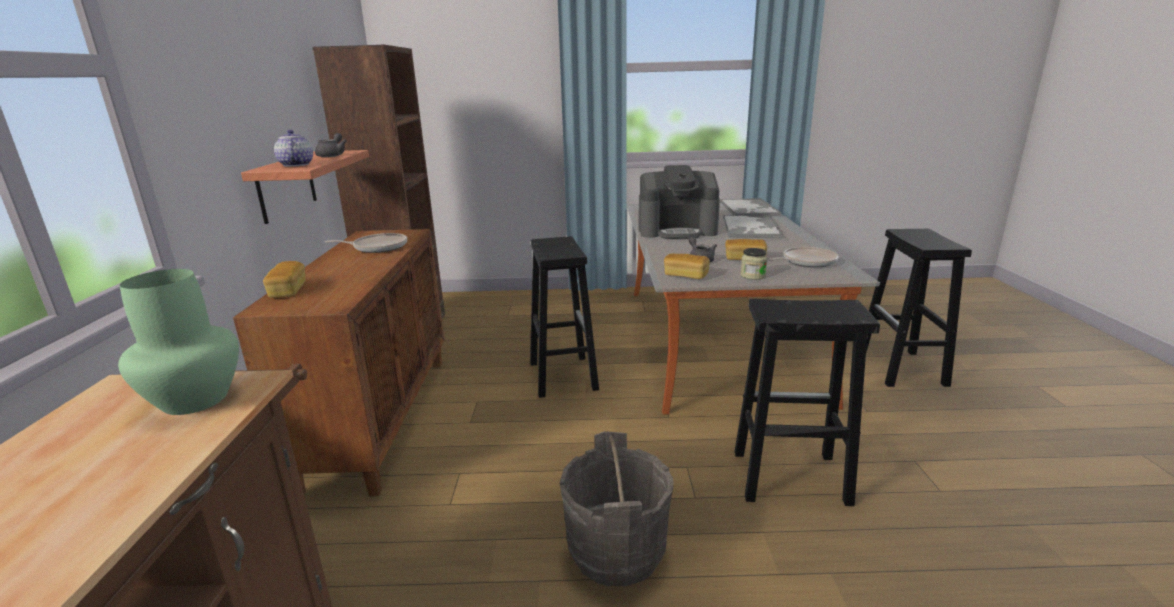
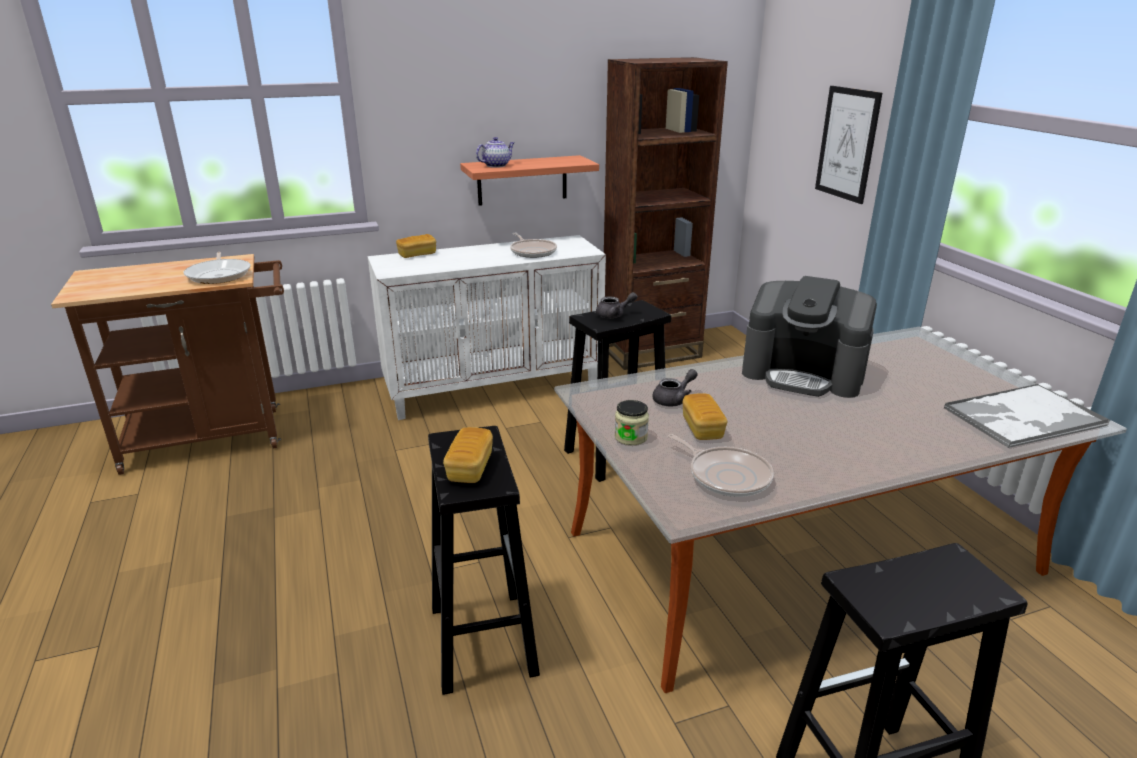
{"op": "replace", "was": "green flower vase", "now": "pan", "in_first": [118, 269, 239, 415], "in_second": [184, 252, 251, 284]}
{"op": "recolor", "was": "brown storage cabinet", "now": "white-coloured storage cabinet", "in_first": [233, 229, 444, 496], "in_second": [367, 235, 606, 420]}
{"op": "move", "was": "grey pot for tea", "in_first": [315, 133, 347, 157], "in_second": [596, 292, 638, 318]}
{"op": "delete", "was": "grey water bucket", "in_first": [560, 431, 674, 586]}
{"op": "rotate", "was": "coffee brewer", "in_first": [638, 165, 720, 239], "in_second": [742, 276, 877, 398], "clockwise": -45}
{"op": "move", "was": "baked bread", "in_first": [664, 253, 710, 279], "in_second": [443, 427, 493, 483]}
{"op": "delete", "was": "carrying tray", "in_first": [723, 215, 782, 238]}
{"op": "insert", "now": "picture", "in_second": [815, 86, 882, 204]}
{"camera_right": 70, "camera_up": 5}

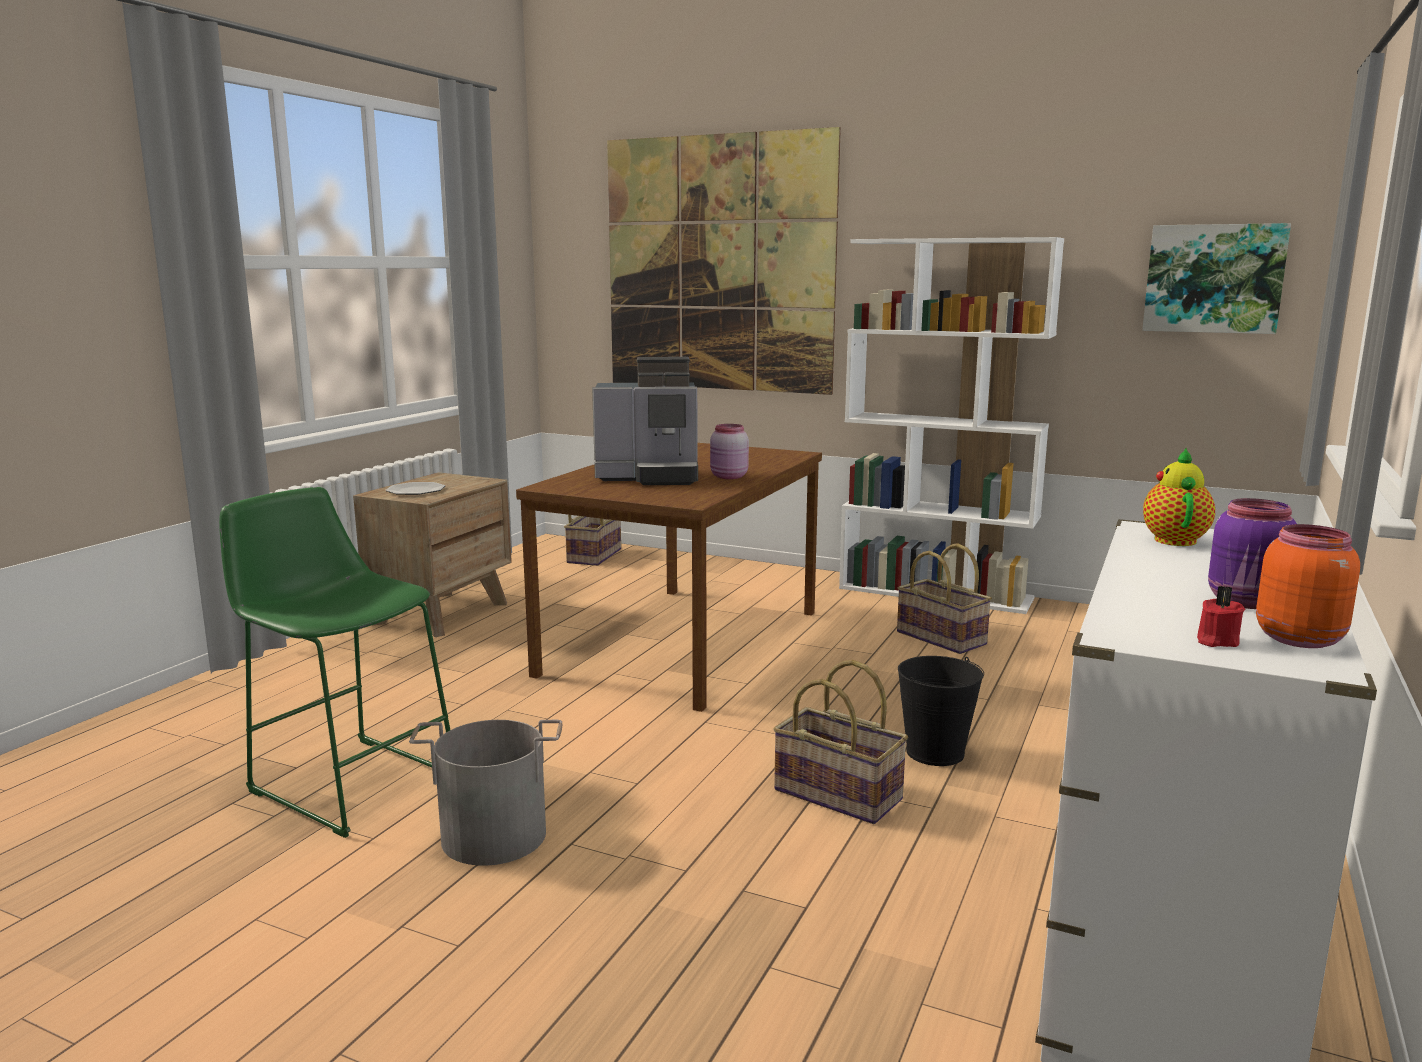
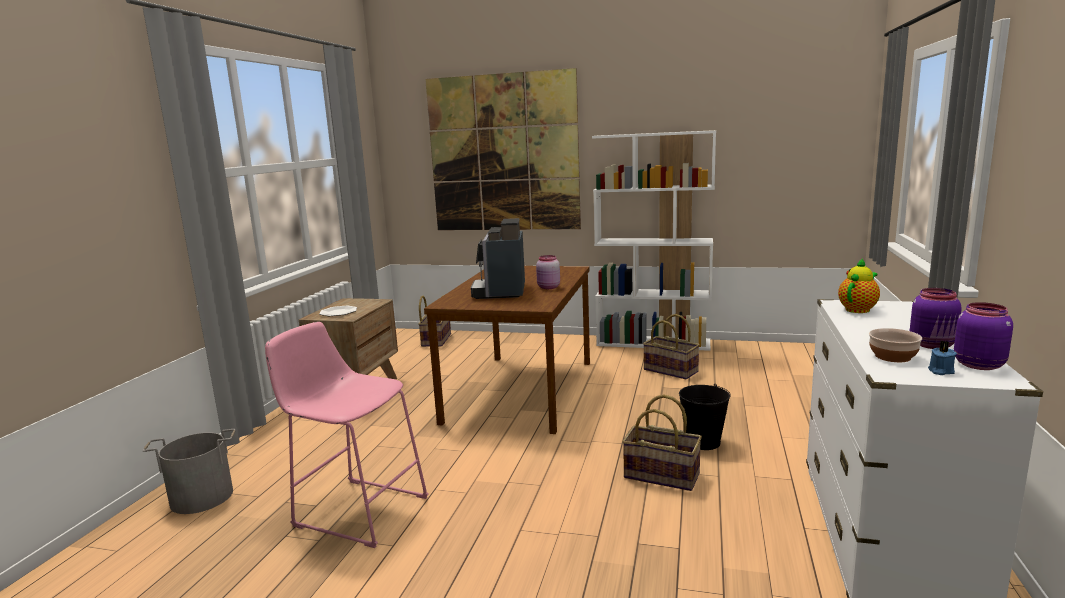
{"op": "recolor", "was": "green sitting stool", "now": "pink-coloured sitting stool", "in_first": [219, 487, 450, 838], "in_second": [265, 322, 429, 548]}
{"op": "move", "was": "grey water bucket", "in_first": [409, 720, 563, 866], "in_second": [142, 429, 236, 514]}
{"op": "rotate", "was": "coffee brewer", "in_first": [592, 357, 698, 485], "in_second": [471, 218, 525, 299], "clockwise": 105}
{"op": "delete", "was": "picture", "in_first": [1142, 223, 1291, 334]}
{"op": "rotate", "was": "pot for tea", "in_first": [1143, 448, 1215, 546], "in_second": [838, 258, 880, 313], "clockwise": 45}
{"op": "recolor", "was": "red candle", "now": "blue-coloured candle", "in_first": [1197, 586, 1245, 647], "in_second": [928, 341, 957, 375]}
{"op": "recolor", "was": "orange preserve jar", "now": "purple-coloured preserve jar", "in_first": [1256, 524, 1360, 648], "in_second": [954, 302, 1013, 370]}
{"op": "insert", "now": "bowl", "in_second": [869, 328, 922, 362]}
{"camera_right": -10, "camera_up": 0}

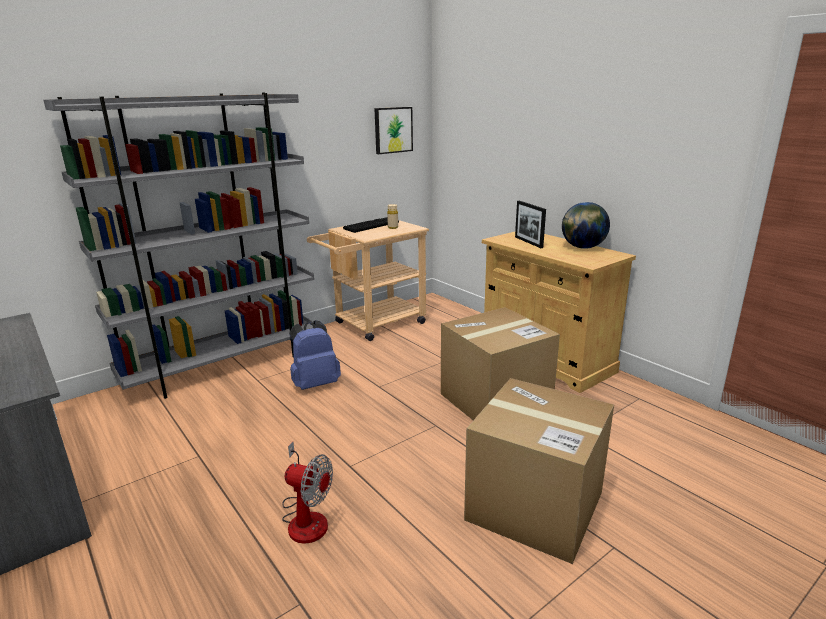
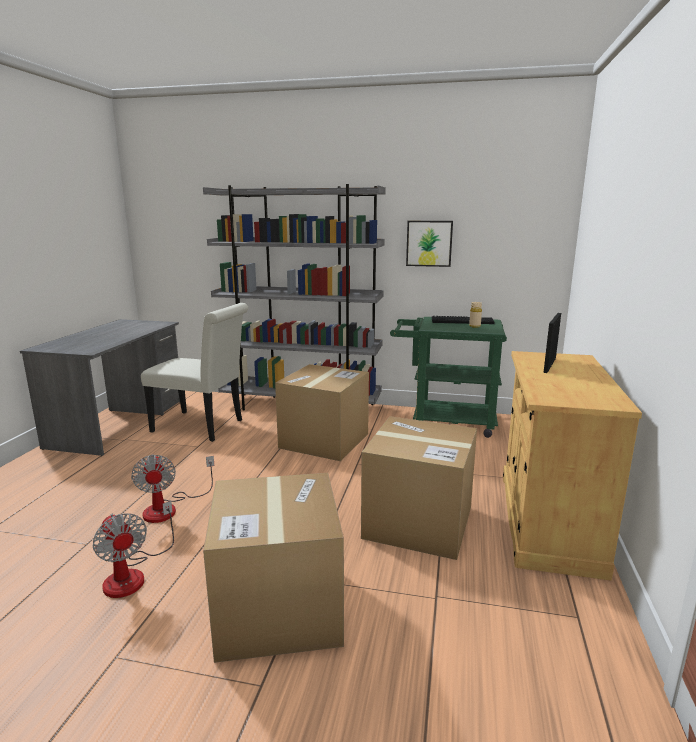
{"op": "replace", "was": "blue-coloured backpack", "now": "carton", "in_first": [289, 320, 341, 390], "in_second": [275, 364, 369, 461]}
{"op": "recolor", "was": "beige trolley", "now": "green trolley", "in_first": [307, 220, 429, 341], "in_second": [390, 317, 507, 438]}
{"op": "move", "was": "picture", "in_first": [374, 107, 413, 154], "in_second": [406, 221, 453, 267]}
{"op": "delete", "was": "desk globe", "in_first": [562, 202, 610, 249]}
{"op": "insert", "now": "cooling fan", "in_second": [92, 501, 174, 598]}
{"op": "insert", "now": "white-coloured chair", "in_second": [141, 303, 248, 442]}
{"camera_right": 50, "camera_up": -5}

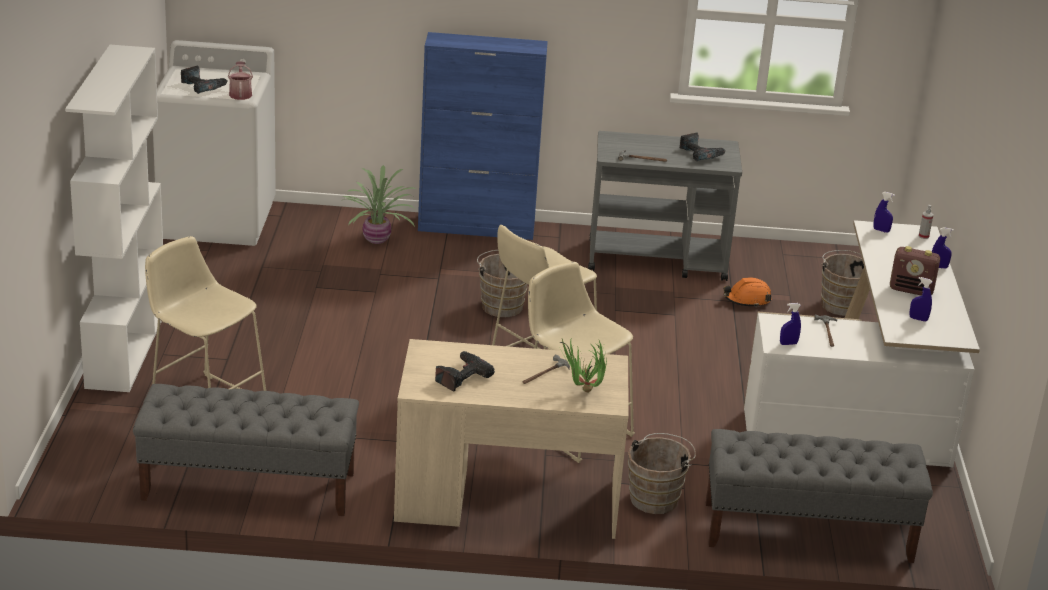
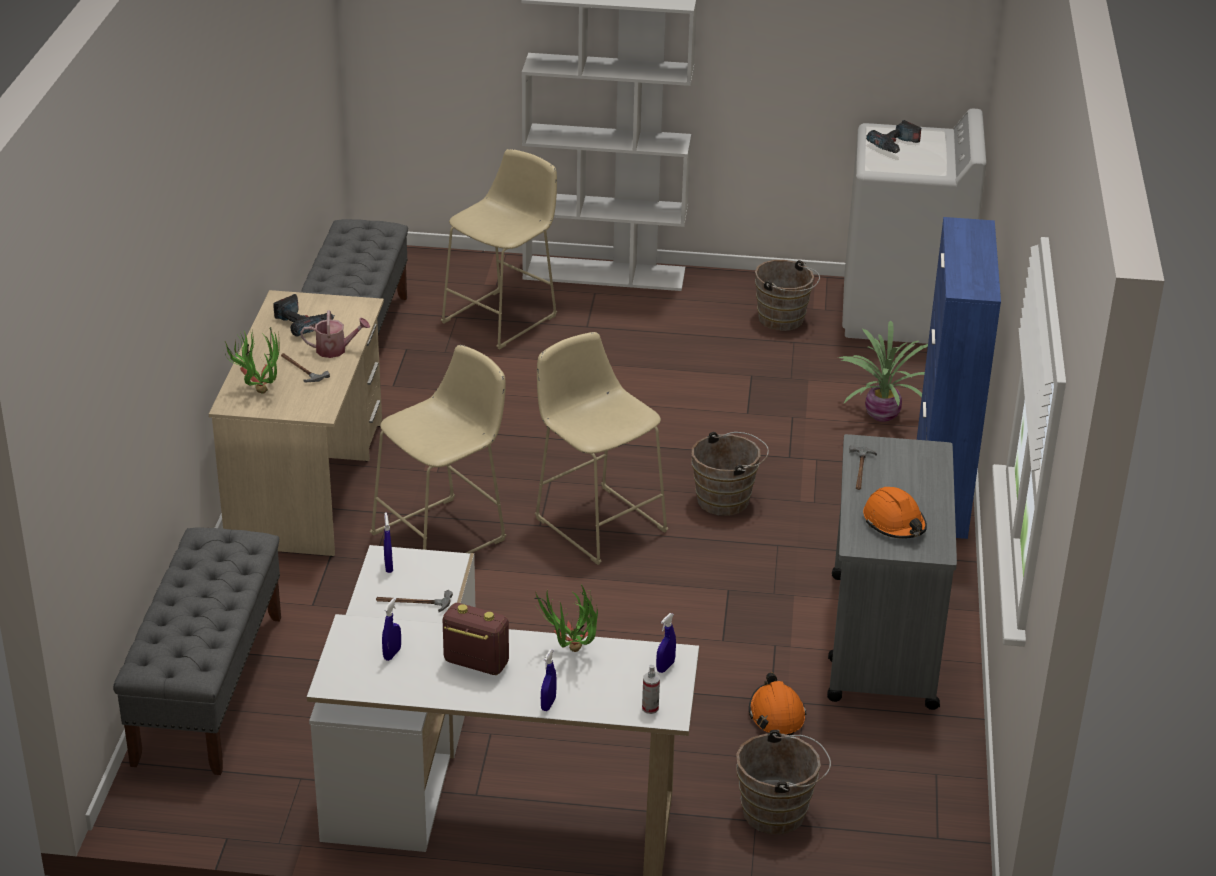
{"op": "move", "was": "sprinkling can", "in_first": [228, 61, 253, 100], "in_second": [300, 310, 370, 358]}
{"op": "move", "was": "brown water bucket", "in_first": [628, 433, 696, 514], "in_second": [755, 260, 820, 331]}
{"op": "replace", "was": "power drill", "now": "orange hard hat", "in_first": [680, 132, 726, 161], "in_second": [863, 487, 927, 539]}
{"op": "rotate", "was": "radio set", "in_first": [890, 246, 940, 295], "in_second": [443, 603, 509, 675], "clockwise": 90}
{"op": "insert", "now": "potted plant", "in_second": [534, 584, 598, 652]}
{"camera_right": 95, "camera_up": 5}

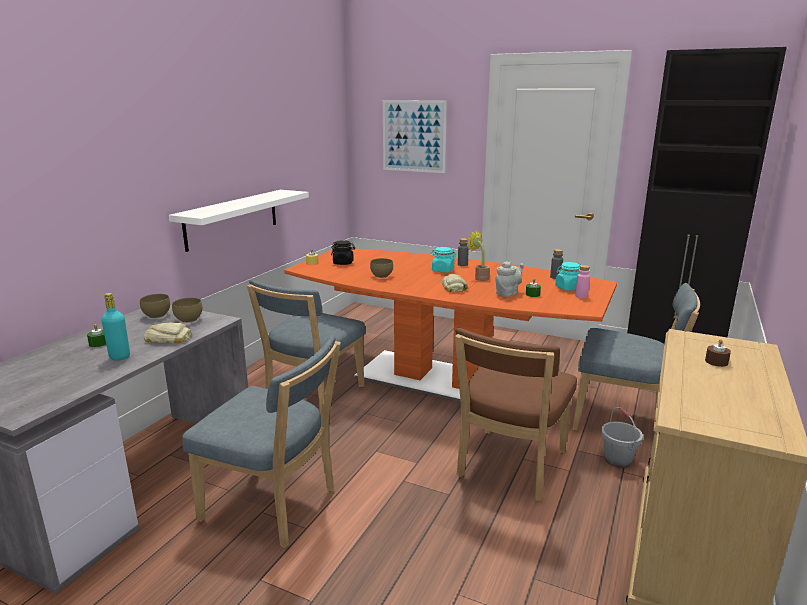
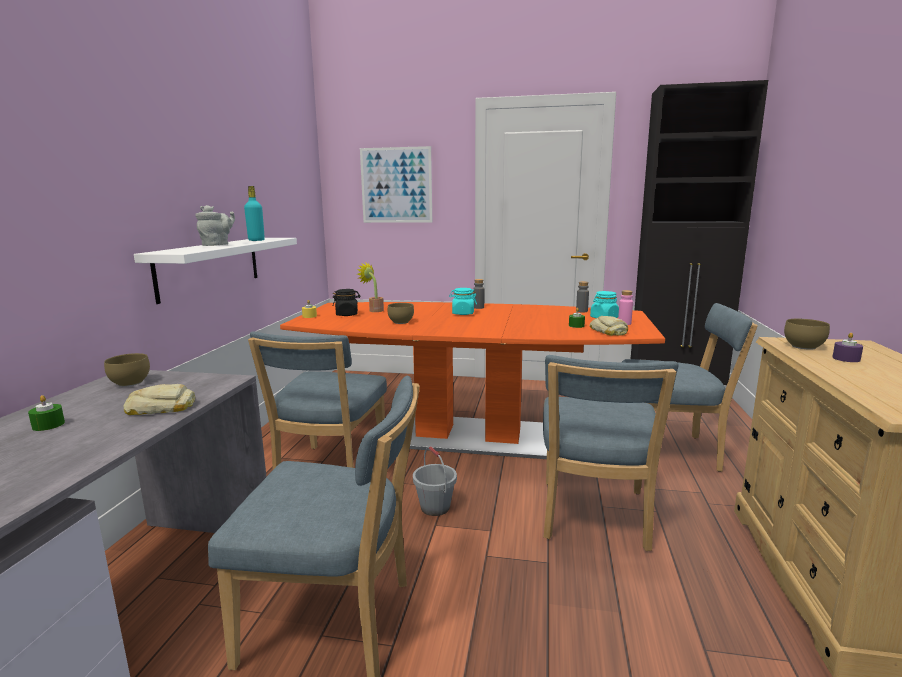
{"op": "move", "was": "turquoise-coloured drink bottle", "in_first": [101, 293, 130, 360], "in_second": [244, 186, 265, 241]}
{"op": "move", "was": "brown bowl", "in_first": [172, 298, 202, 323], "in_second": [784, 319, 830, 350]}
{"op": "move", "was": "baked bread", "in_first": [442, 274, 468, 293], "in_second": [590, 316, 628, 336]}
{"op": "recolor", "was": "brown chair", "now": "blue-coloured chair", "in_first": [455, 328, 577, 501], "in_second": [543, 355, 678, 551]}
{"op": "move", "was": "potted plant", "in_first": [466, 230, 490, 281], "in_second": [357, 262, 384, 312]}
{"op": "move", "was": "grey pot for tea", "in_first": [495, 261, 523, 297], "in_second": [195, 205, 235, 246]}
{"op": "move", "was": "grey water bucket", "in_first": [601, 407, 643, 468], "in_second": [413, 446, 457, 516]}
{"op": "recolor", "was": "brown candle", "now": "purple-coloured candle", "in_first": [705, 339, 731, 367], "in_second": [832, 332, 863, 362]}
{"camera_right": -15, "camera_up": -5}

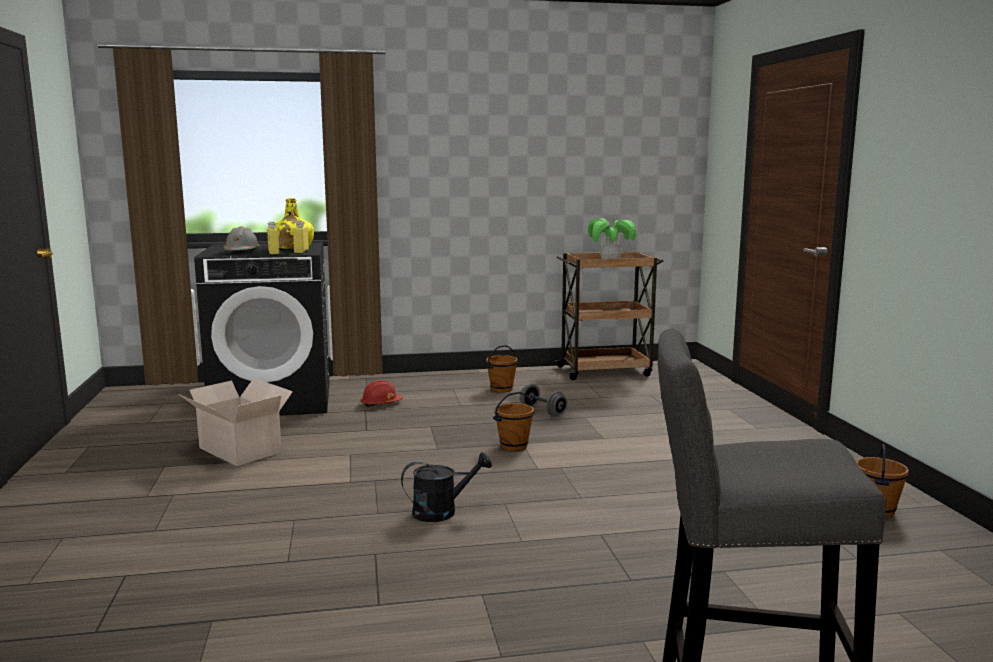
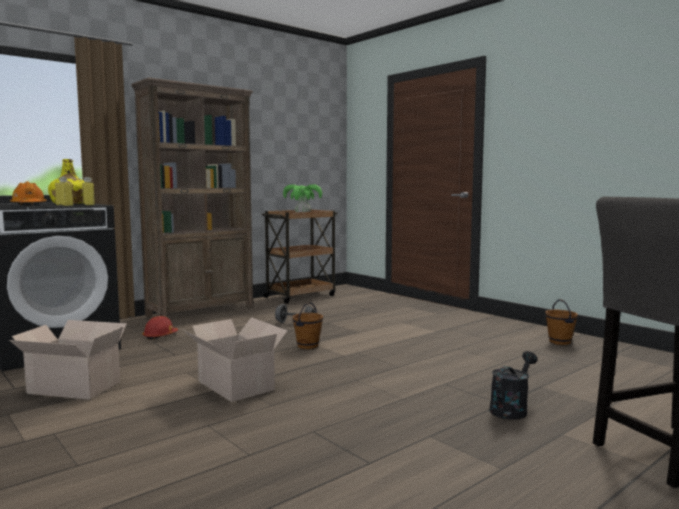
{"op": "recolor", "was": "grey hard hat", "now": "orange hard hat", "in_first": [224, 226, 260, 250], "in_second": [10, 182, 46, 206]}
{"op": "move", "was": "black-coloured sprinkling can", "in_first": [401, 452, 492, 522], "in_second": [489, 351, 538, 420]}
{"op": "delete", "was": "brown water bucket", "in_first": [486, 345, 518, 393]}
{"op": "insert", "now": "brown bookshelf", "in_second": [131, 77, 254, 317]}
{"op": "insert", "now": "carton", "in_second": [182, 317, 288, 402]}
{"camera_right": -30, "camera_up": -5}

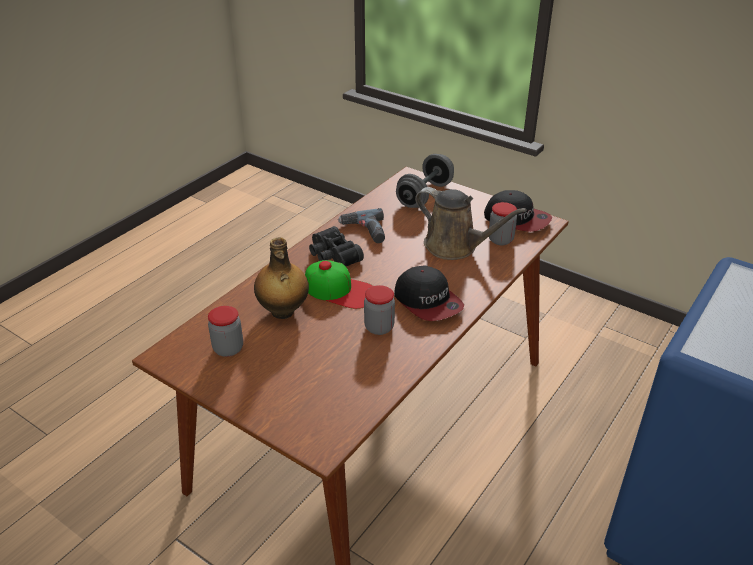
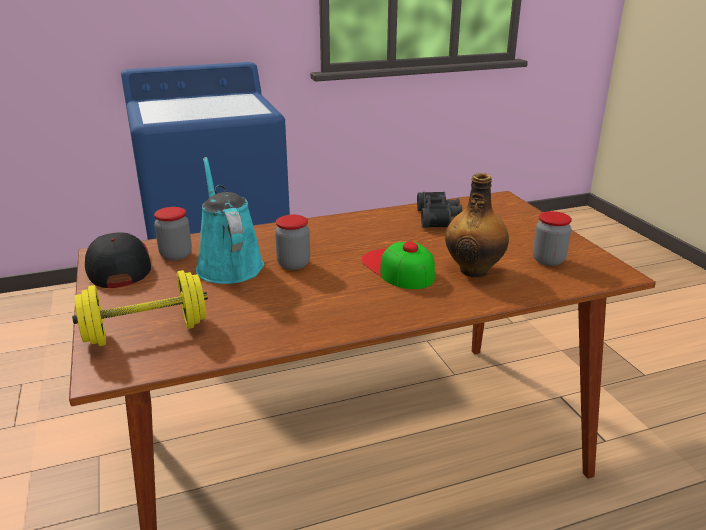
{"op": "move", "was": "black-coloured field glasses", "in_first": [309, 226, 364, 266], "in_second": [417, 192, 462, 228]}
{"op": "delete", "was": "power drill", "in_first": [338, 208, 385, 243]}
{"op": "move", "was": "preserve jar", "in_first": [364, 285, 395, 335], "in_second": [275, 215, 310, 270]}
{"op": "delete", "was": "baseball cap", "in_first": [394, 266, 464, 321]}
{"op": "recolor", "was": "grey hand weight", "now": "yellow hand weight", "in_first": [396, 154, 454, 208], "in_second": [72, 270, 208, 346]}
{"op": "recolor", "was": "brown sprinkling can", "now": "turquoise-coloured sprinkling can", "in_first": [415, 187, 527, 260], "in_second": [196, 157, 264, 284]}
{"camera_right": -145, "camera_up": -10}

